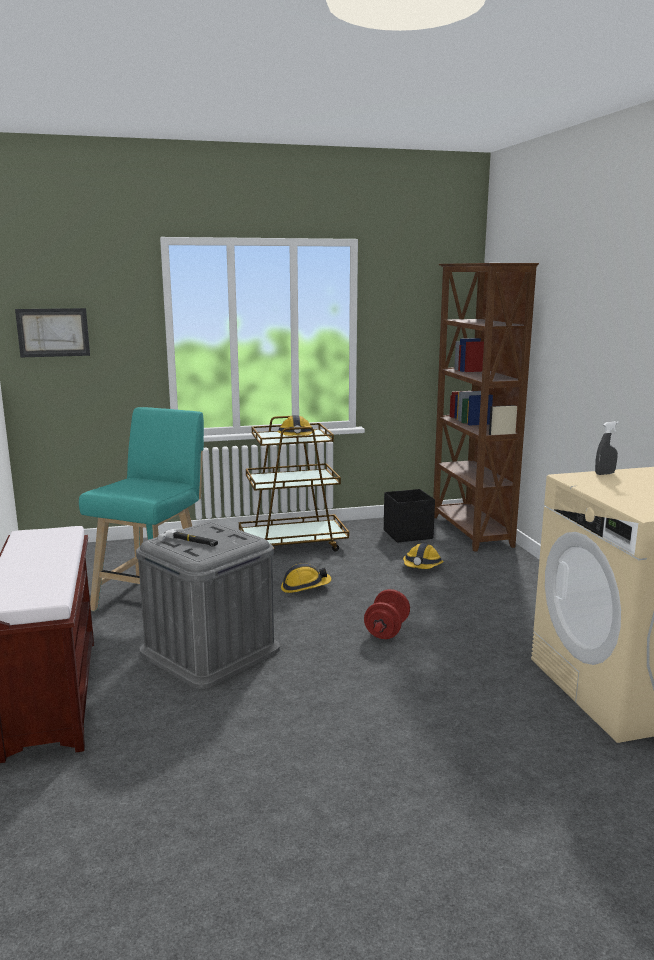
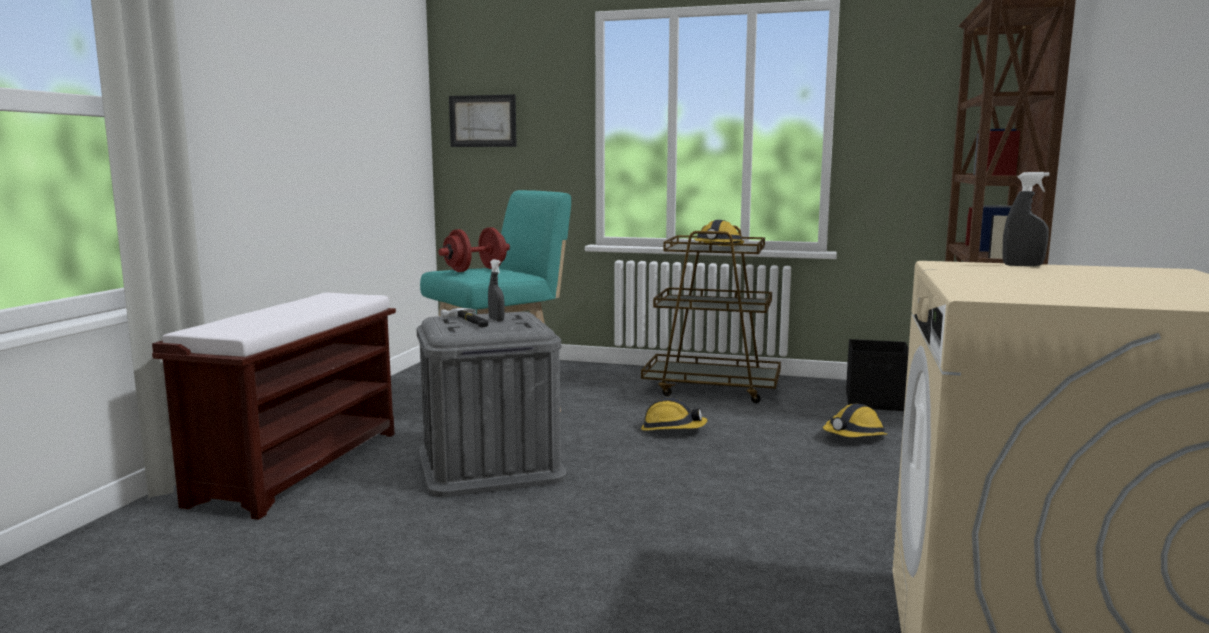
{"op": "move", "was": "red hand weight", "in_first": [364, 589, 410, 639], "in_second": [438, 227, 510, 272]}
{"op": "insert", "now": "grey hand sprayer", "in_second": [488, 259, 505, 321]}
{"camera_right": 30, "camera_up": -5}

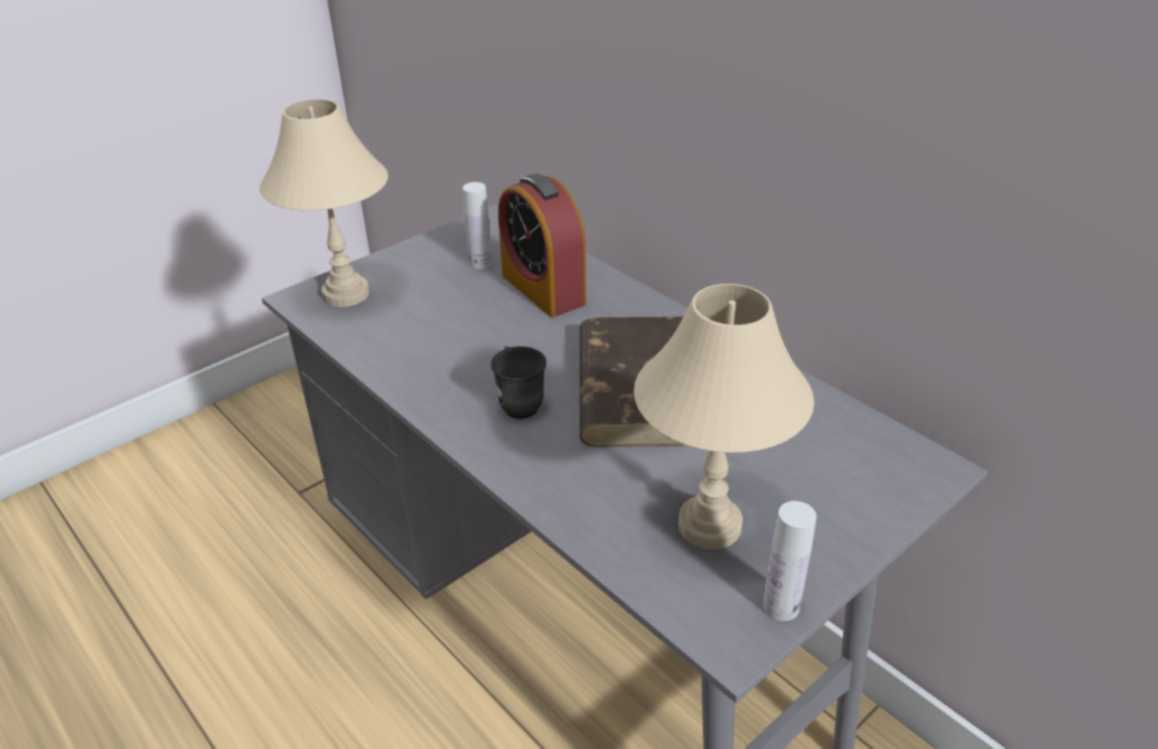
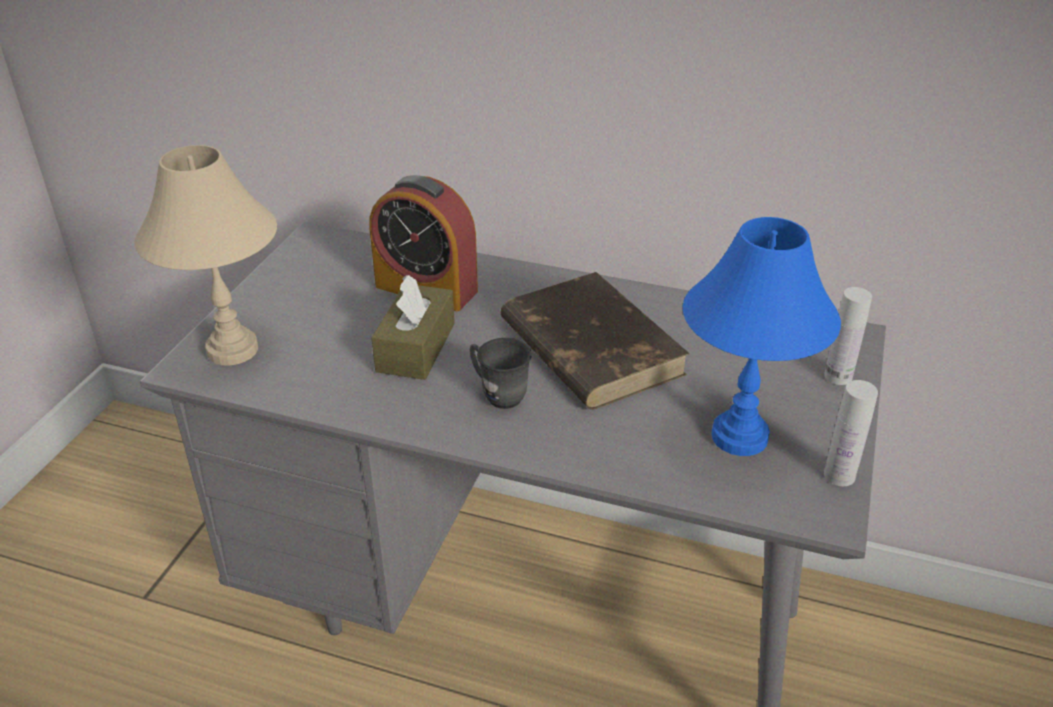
{"op": "move", "was": "white-coloured drink bottle", "in_first": [463, 182, 492, 269], "in_second": [824, 287, 872, 385]}
{"op": "recolor", "was": "beige table lamp", "now": "blue-coloured table lamp", "in_first": [634, 284, 814, 550], "in_second": [683, 217, 841, 456]}
{"op": "insert", "now": "brown tissue holder", "in_second": [371, 275, 455, 380]}
{"camera_right": -30, "camera_up": 0}

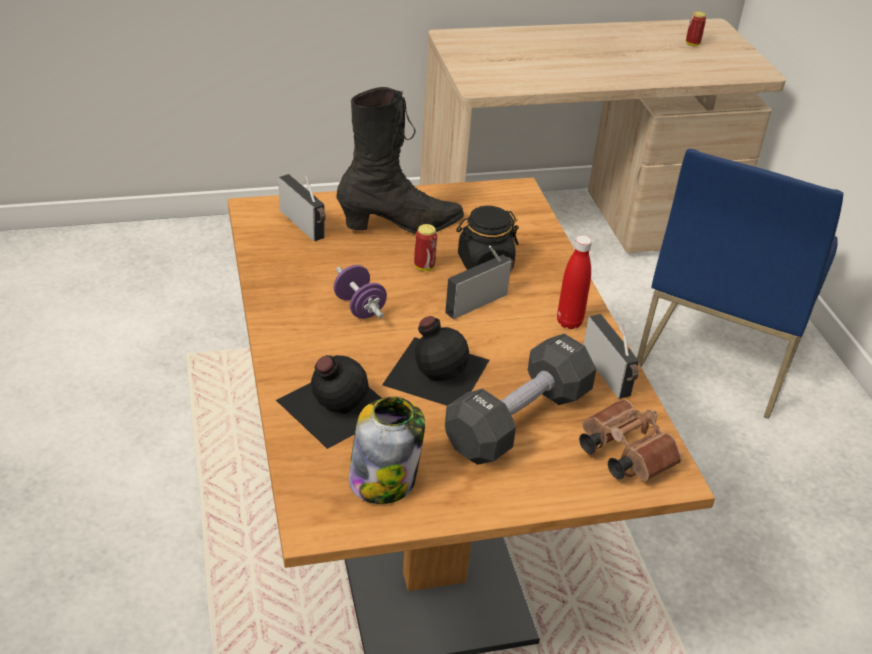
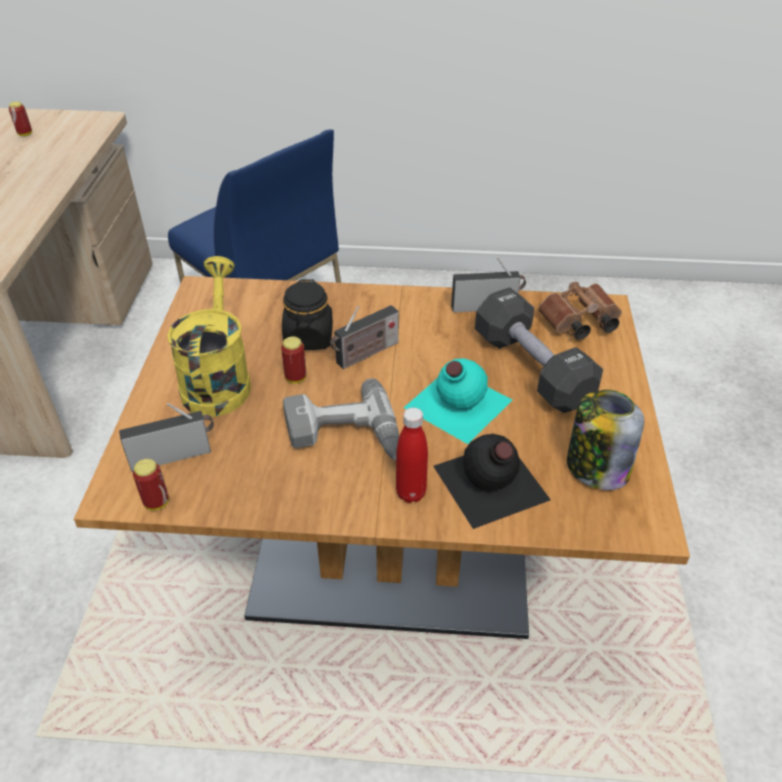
{"op": "replace", "was": "purple-coloured hand weight", "now": "power drill", "in_first": [334, 265, 387, 319], "in_second": [283, 378, 399, 460]}
{"op": "replace", "was": "black-coloured high-top boot", "now": "yellow sprinkling can", "in_first": [336, 87, 464, 235], "in_second": [167, 256, 251, 417]}
{"op": "recolor", "was": "black-coloured drink bottle", "now": "turquoise-coloured drink bottle", "in_first": [382, 316, 489, 406], "in_second": [404, 358, 512, 444]}
{"op": "rotate", "was": "radio set", "in_first": [445, 246, 514, 319], "in_second": [330, 305, 399, 369], "clockwise": -105}
{"op": "move", "was": "red drink bottle", "in_first": [557, 235, 592, 329], "in_second": [396, 407, 428, 503]}
{"op": "insert", "now": "can", "in_second": [133, 459, 169, 510]}
{"camera_right": -70, "camera_up": 5}

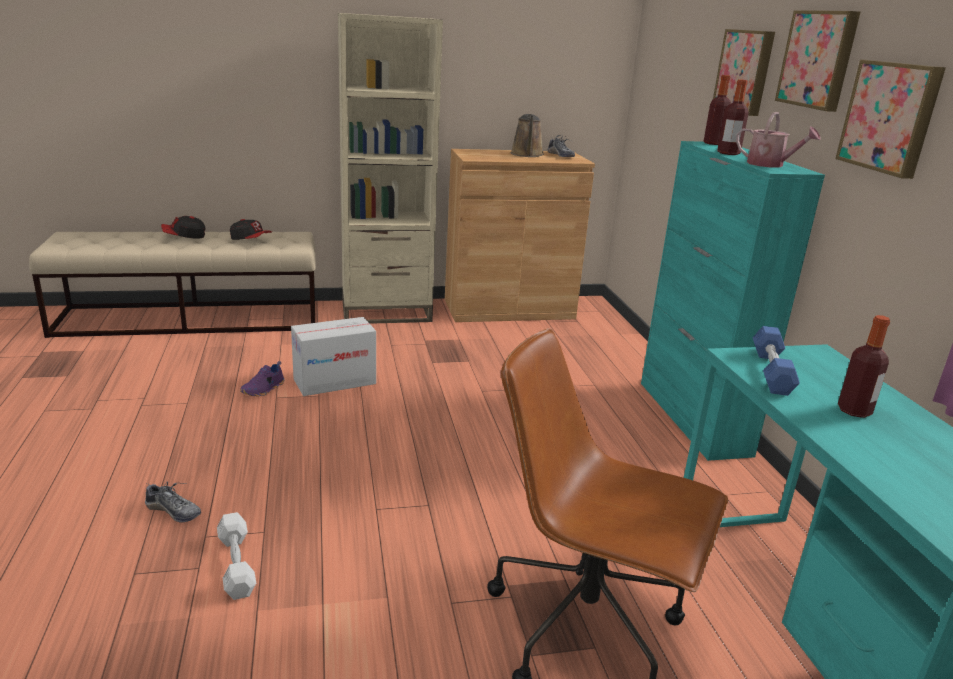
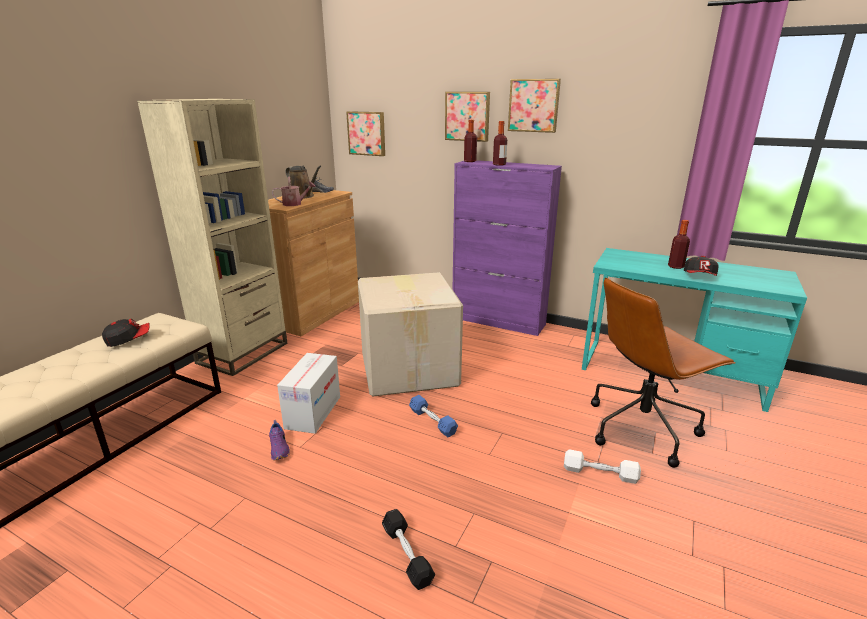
{"op": "replace", "was": "item of footwear", "now": "black-coloured hand weight", "in_first": [145, 481, 201, 522], "in_second": [382, 509, 435, 590]}
{"op": "move", "was": "baseball cap", "in_first": [161, 216, 206, 239], "in_second": [684, 256, 719, 276]}
{"op": "move", "was": "white-coloured hand weight", "in_first": [217, 512, 256, 600], "in_second": [564, 449, 641, 484]}
{"op": "recolor", "was": "turquoise-coloured storage cabinet", "now": "purple-coloured storage cabinet", "in_first": [641, 141, 825, 461], "in_second": [453, 160, 562, 336]}
{"op": "move", "was": "sprinkling can", "in_first": [736, 112, 821, 167], "in_second": [272, 177, 316, 206]}
{"op": "move", "was": "blue-coloured hand weight", "in_first": [752, 326, 800, 396], "in_second": [409, 395, 458, 438]}
{"op": "move", "was": "picture", "in_first": [835, 60, 946, 179], "in_second": [346, 111, 385, 156]}
{"op": "insert", "now": "carton", "in_second": [358, 272, 463, 397]}
{"camera_right": -50, "camera_up": 0}

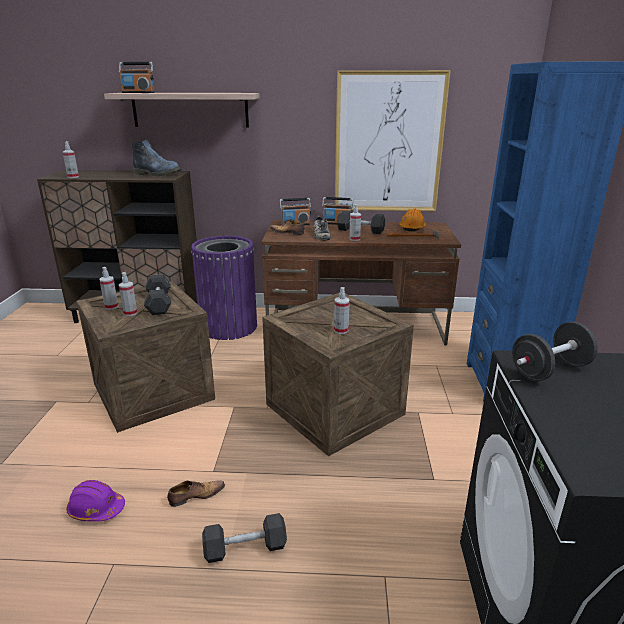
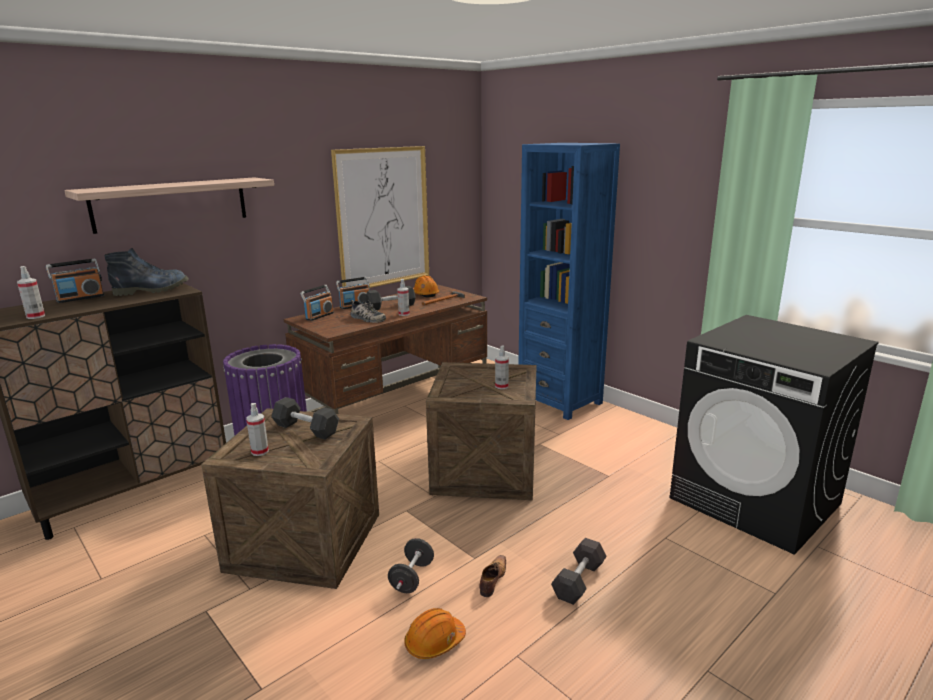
{"op": "recolor", "was": "purple-coloured hard hat", "now": "orange hard hat", "in_first": [66, 480, 125, 521], "in_second": [404, 608, 466, 659]}
{"op": "move", "was": "radio set", "in_first": [119, 62, 155, 93], "in_second": [46, 259, 104, 303]}
{"op": "delete", "was": "hand sprayer", "in_first": [119, 272, 137, 316]}
{"op": "delete", "was": "item of footwear", "in_first": [270, 219, 305, 235]}
{"op": "move", "was": "black-coloured hand weight", "in_first": [512, 322, 598, 382], "in_second": [388, 538, 434, 593]}
{"camera_right": -45, "camera_up": -5}

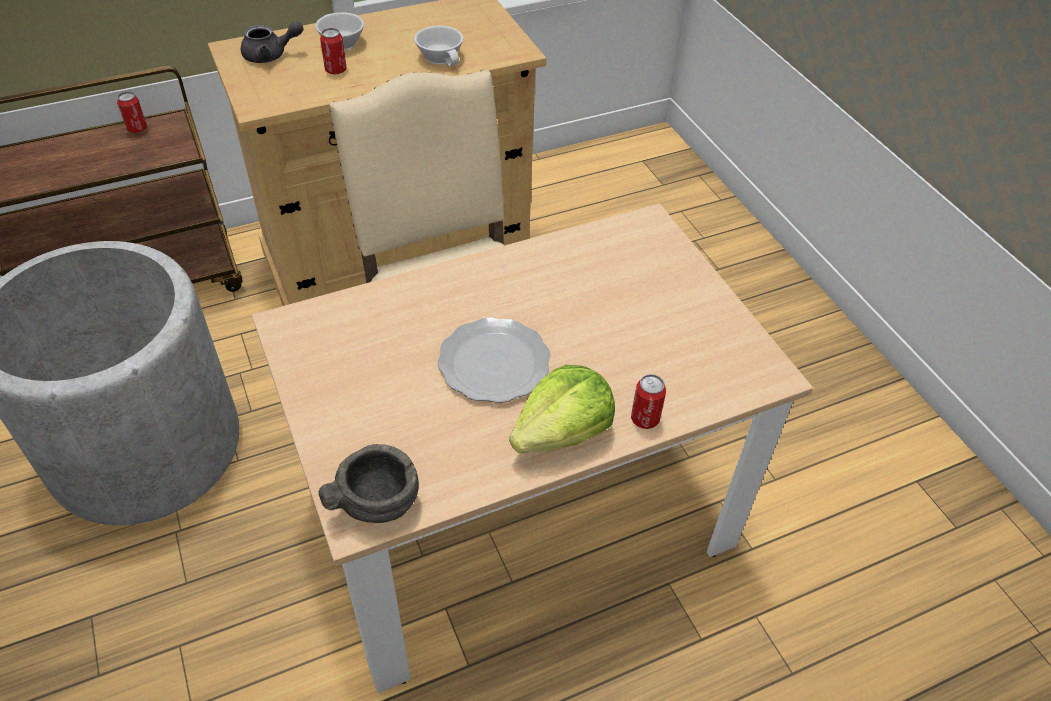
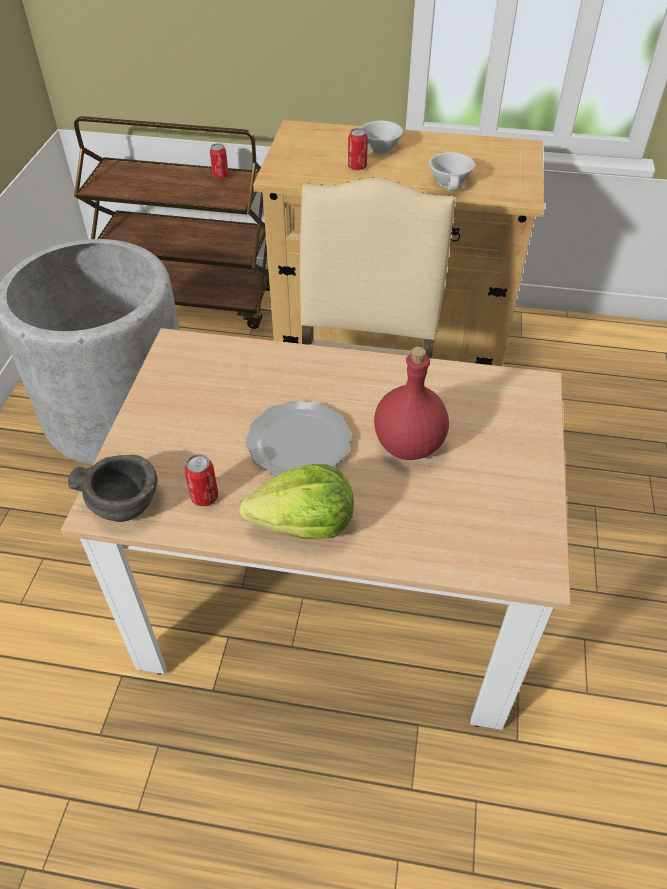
{"op": "delete", "was": "grey pot for tea", "in_first": [241, 21, 304, 63]}
{"op": "move", "was": "can", "in_first": [631, 374, 666, 429], "in_second": [184, 454, 218, 506]}
{"op": "insert", "now": "red drink bottle", "in_second": [374, 347, 449, 460]}
{"camera_right": 35, "camera_up": 0}

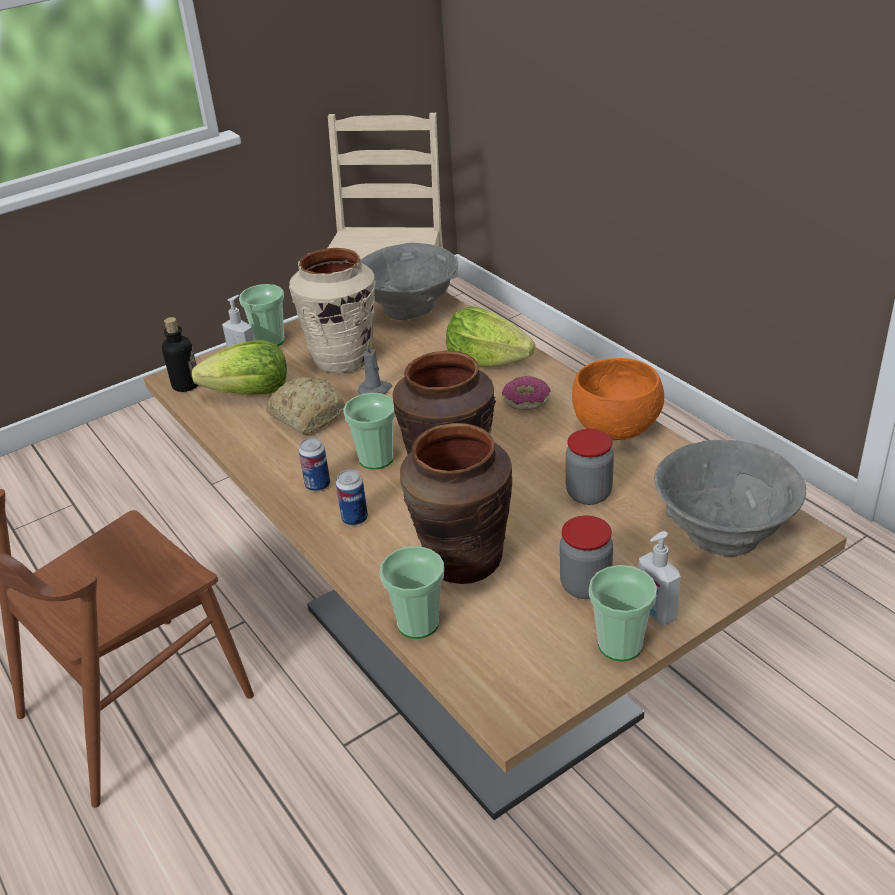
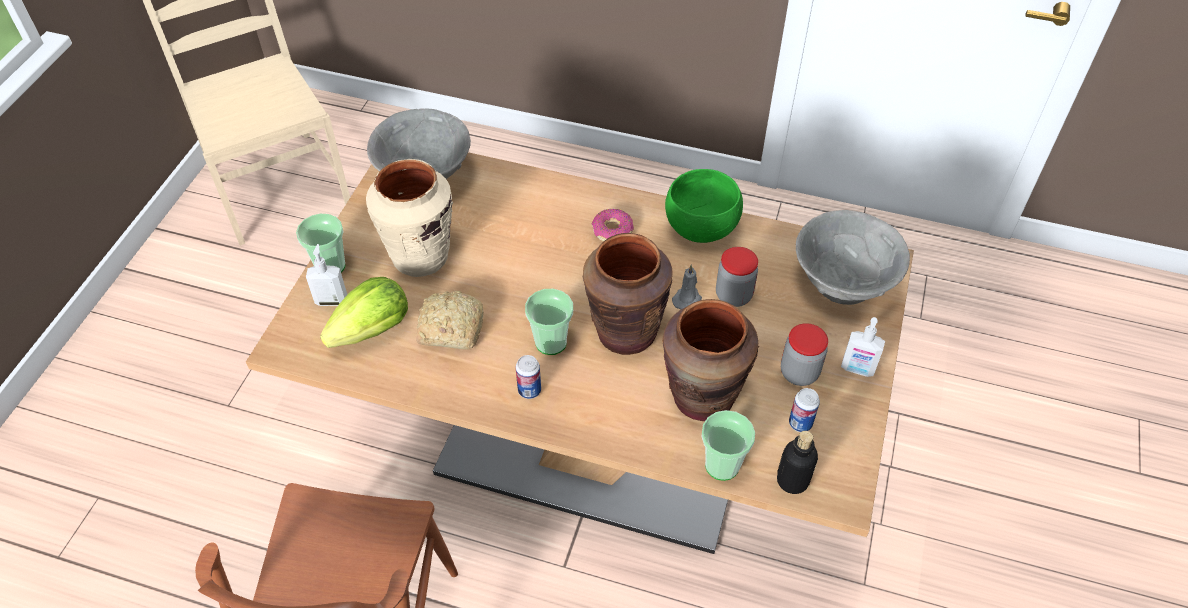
{"op": "move", "was": "drink bottle", "in_first": [162, 317, 199, 392], "in_second": [777, 431, 818, 494]}
{"op": "move", "was": "can", "in_first": [336, 470, 368, 526], "in_second": [789, 388, 820, 432]}
{"op": "move", "was": "grey candle", "in_first": [358, 342, 392, 395], "in_second": [672, 265, 702, 309]}
{"op": "delete", "was": "lettuce head", "in_first": [446, 306, 535, 366]}
{"op": "recolor", "was": "orange bowl", "now": "green bowl", "in_first": [572, 358, 664, 440], "in_second": [665, 169, 743, 243]}
{"op": "delete", "was": "cup", "in_first": [589, 565, 657, 662]}
{"camera_right": -40, "camera_up": 15}

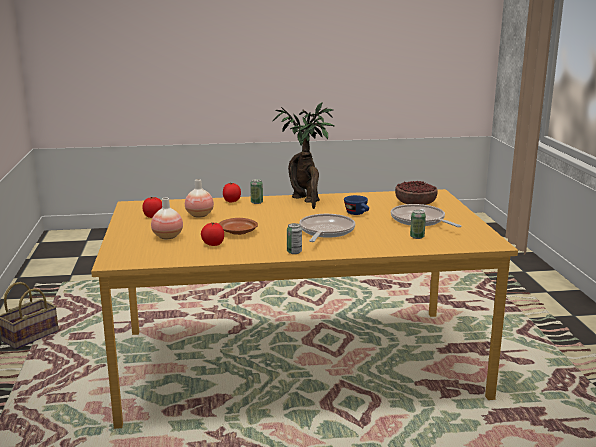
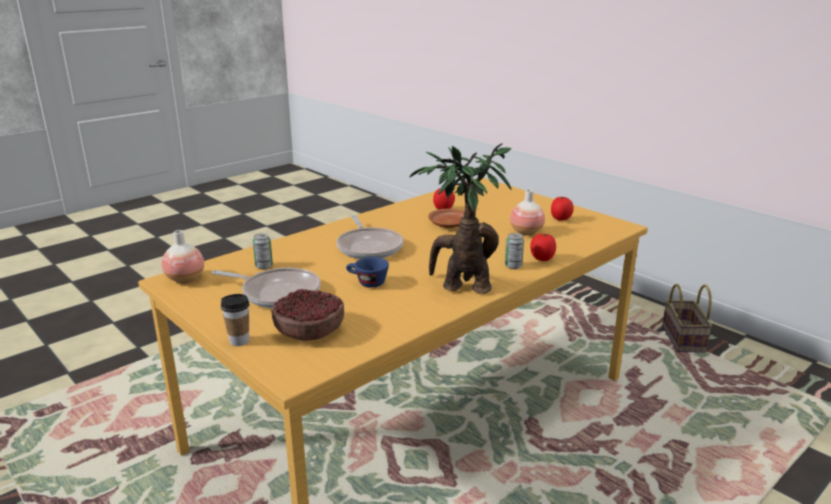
{"op": "move", "was": "flower vase", "in_first": [151, 198, 183, 239], "in_second": [162, 230, 204, 283]}
{"op": "delete", "was": "can", "in_first": [287, 223, 302, 254]}
{"op": "insert", "now": "cup", "in_second": [221, 294, 250, 346]}
{"camera_right": 145, "camera_up": 5}

